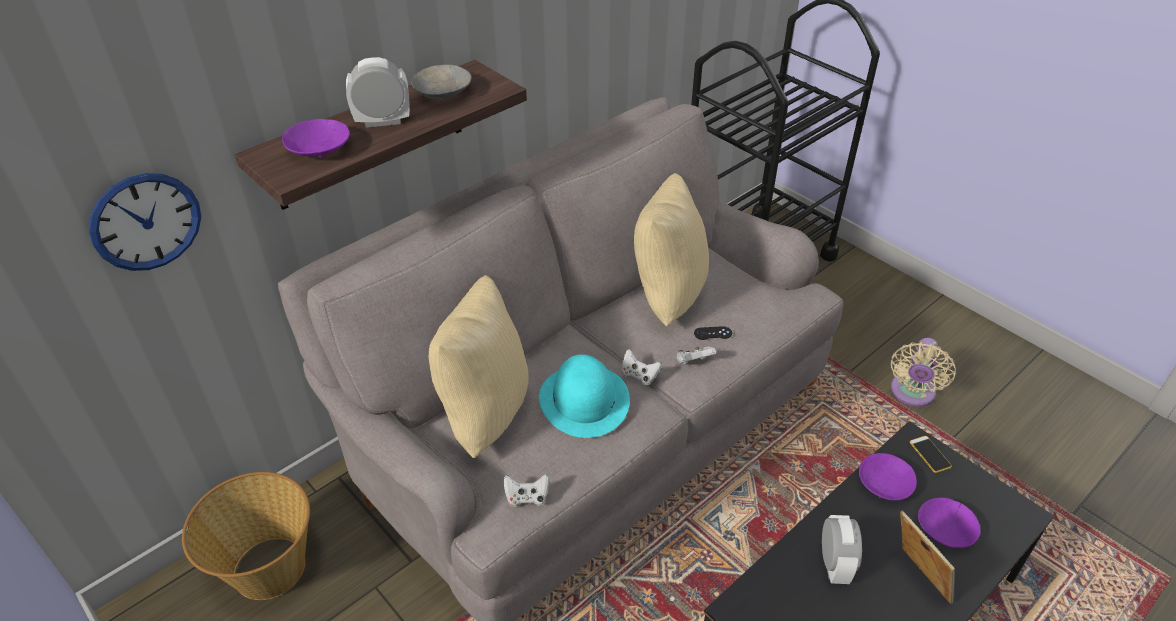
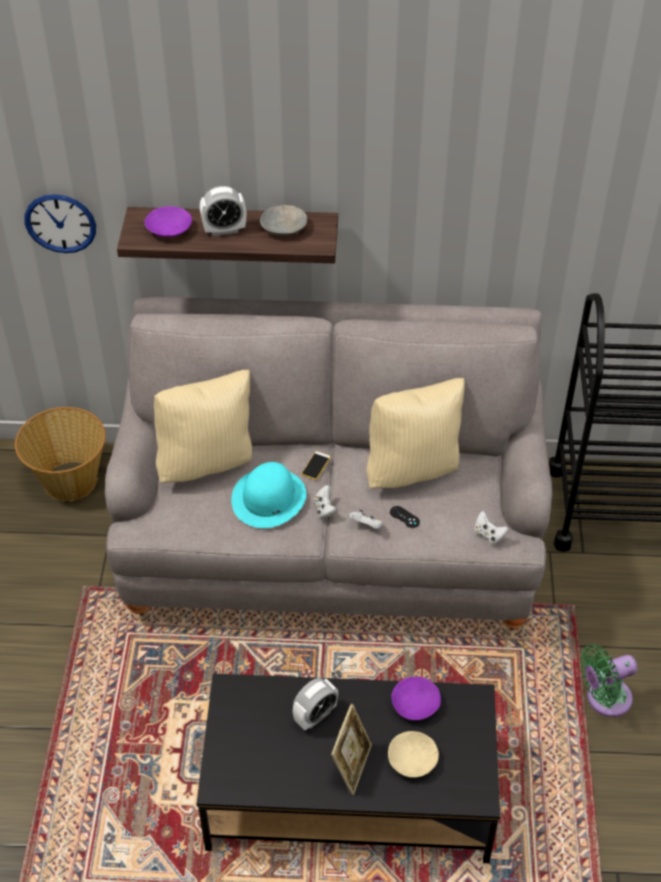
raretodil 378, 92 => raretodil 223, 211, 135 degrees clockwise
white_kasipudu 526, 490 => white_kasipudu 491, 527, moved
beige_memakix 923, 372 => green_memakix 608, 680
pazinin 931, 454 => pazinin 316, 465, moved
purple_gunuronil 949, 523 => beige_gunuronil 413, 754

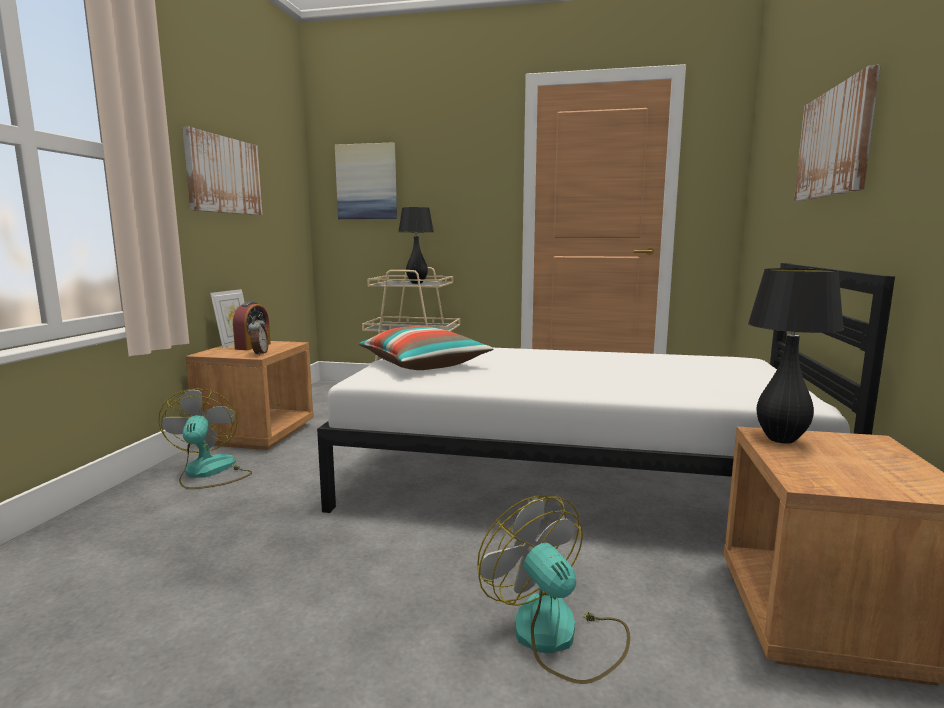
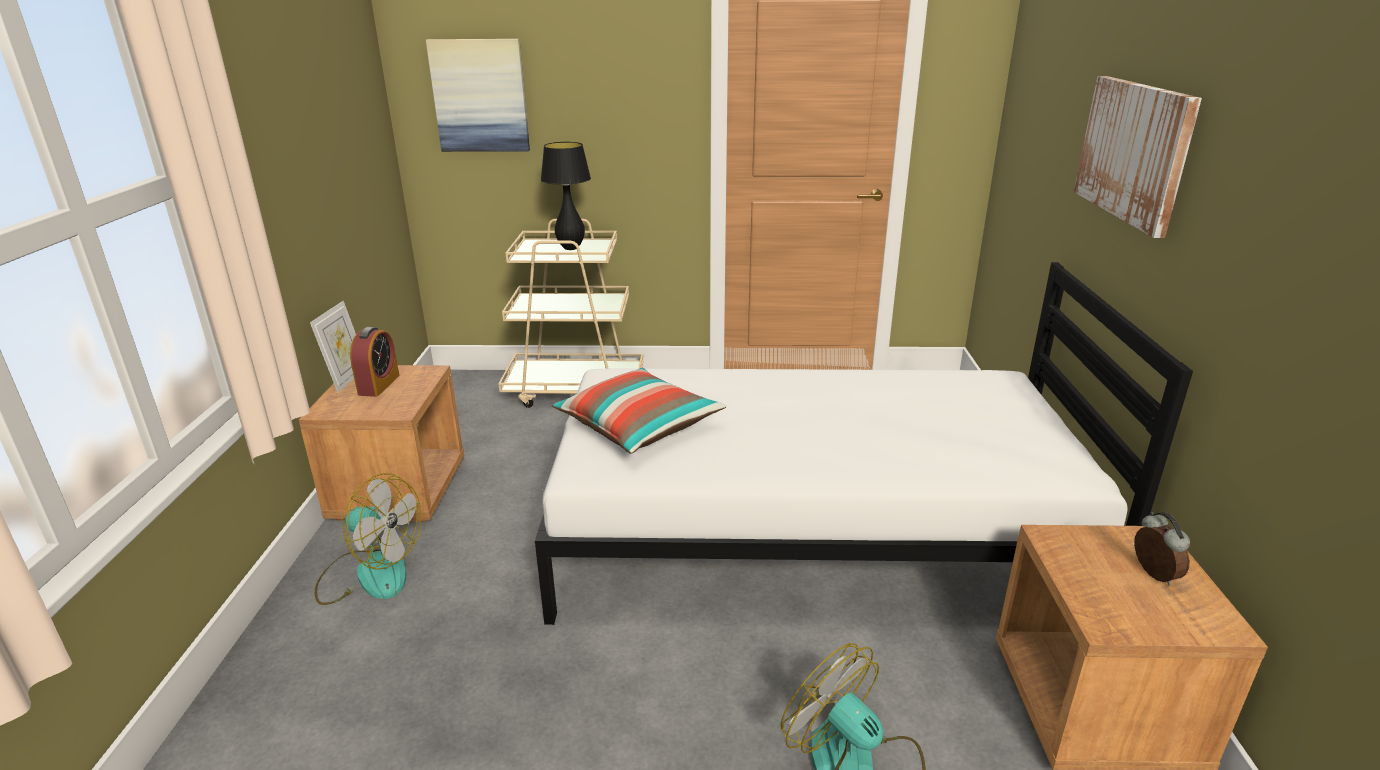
memakix 205, 438 => memakix 368, 539, 135 degrees clockwise
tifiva 222, 170 => nothing
raretodil 258, 336 => raretodil 1162, 549, moved
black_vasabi 796, 356 => nothing

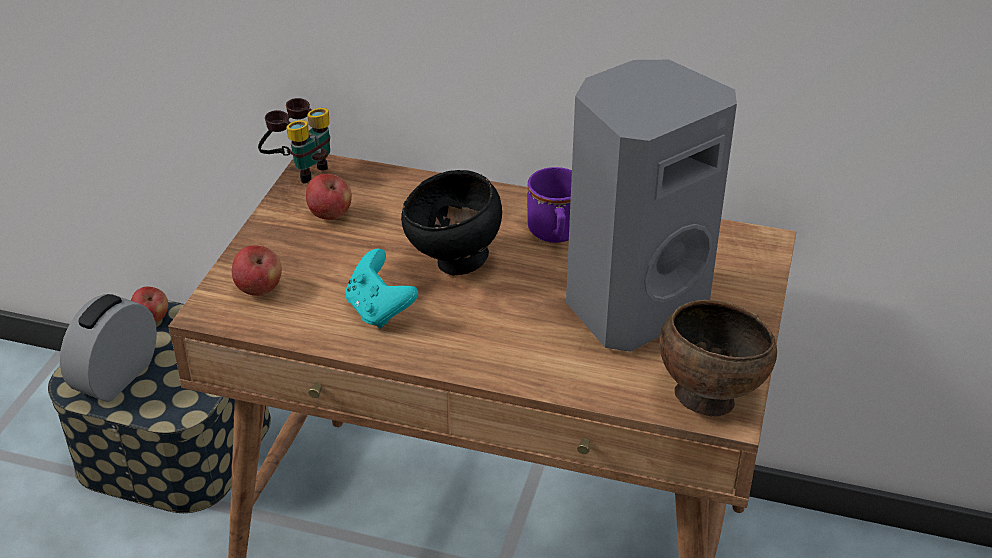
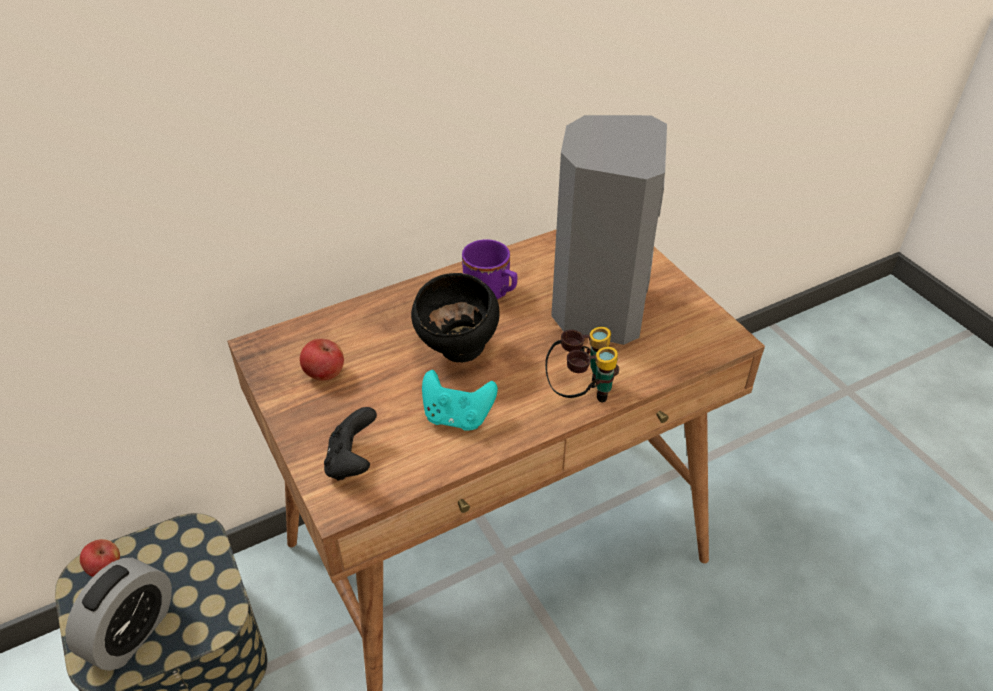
raretodil 108, 348 => raretodil 118, 614, 135 degrees counterclockwise
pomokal 257, 270 => black_kasipudu 350, 444
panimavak 294, 141 => panimavak 582, 365, moved
brown_gunuronil 718, 358 => nothing

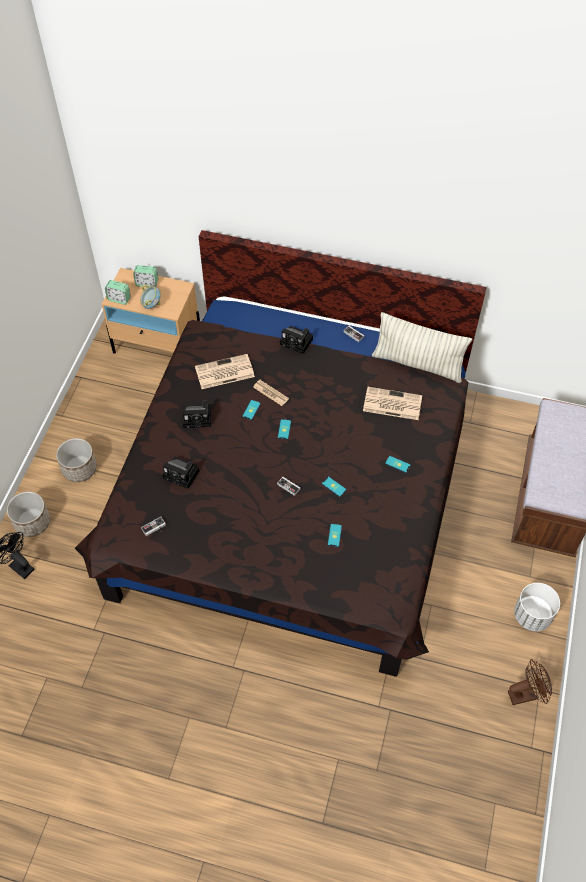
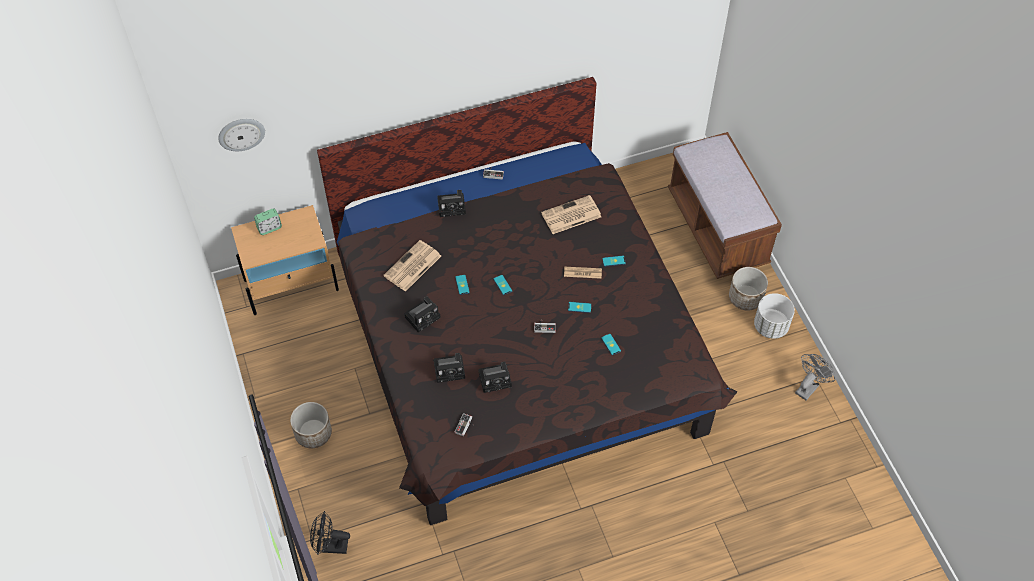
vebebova 28, 514 => vebebova 748, 289, moved
raretodil 118, 292 => nothing
gunuronil 150, 296 => nothing
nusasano 271, 393 => nusasano 583, 273, moved
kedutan 422, 347 => nothing
brown_memakix 530, 682 => grey_memakix 815, 377
nothing => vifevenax 241, 135
nothing => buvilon 495, 377

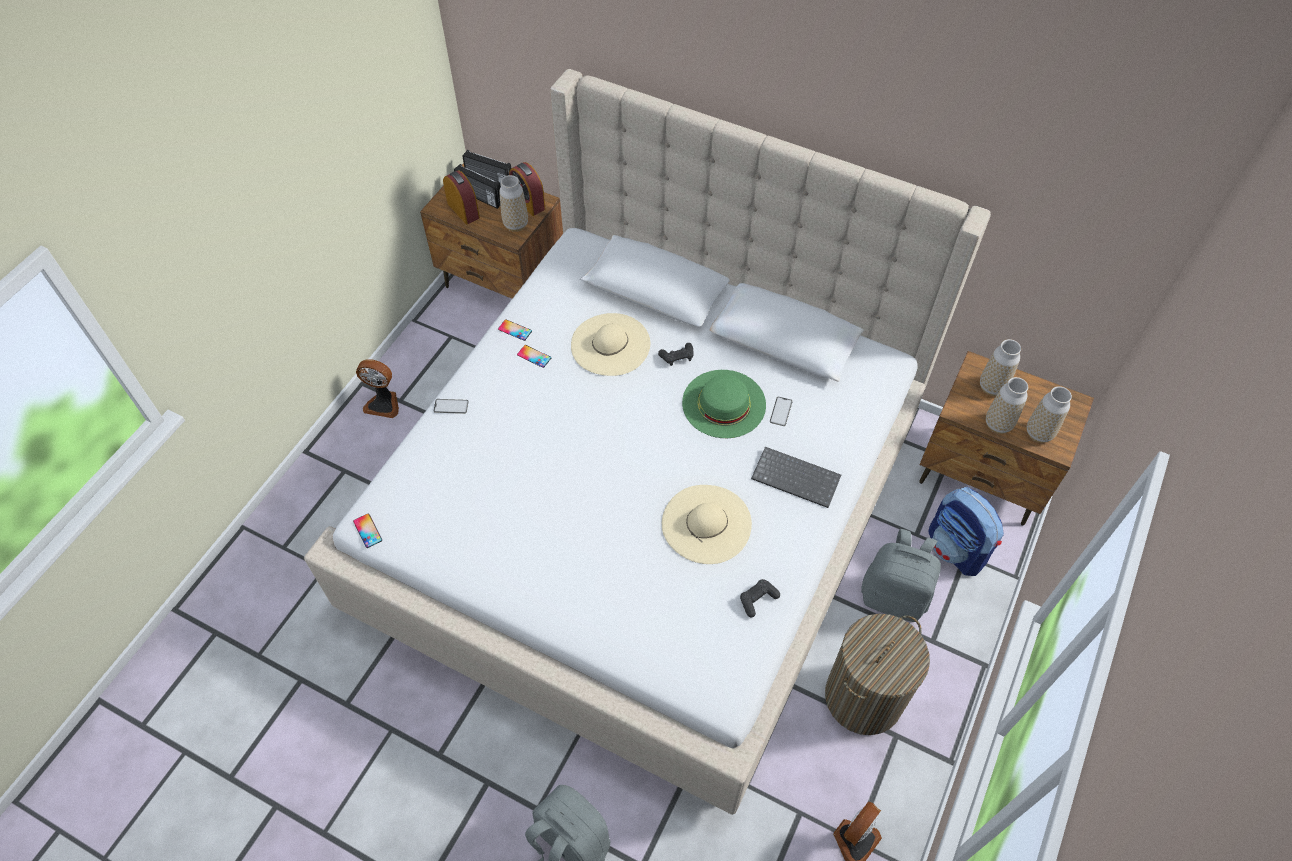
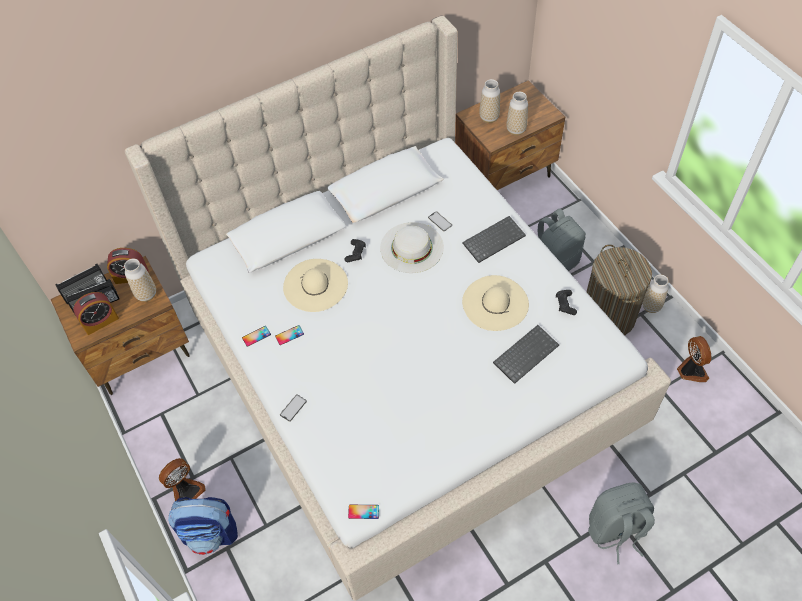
raretodil 461, 198 => raretodil 96, 313, 150 degrees clockwise
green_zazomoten 724, 404 => white_zazomoten 412, 247
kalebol 966, 531 => kalebol 203, 526, moved
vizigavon 1049, 414 => vizigavon 655, 294, moved
nothing => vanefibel 526, 354

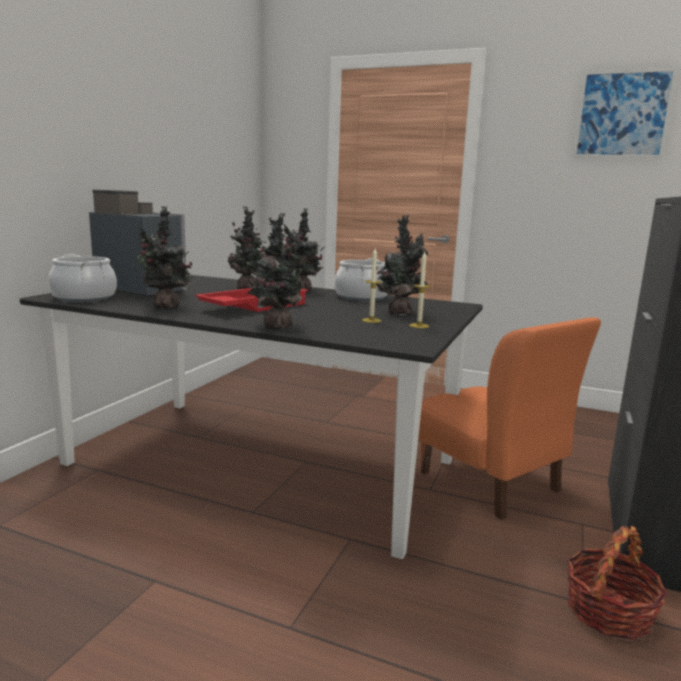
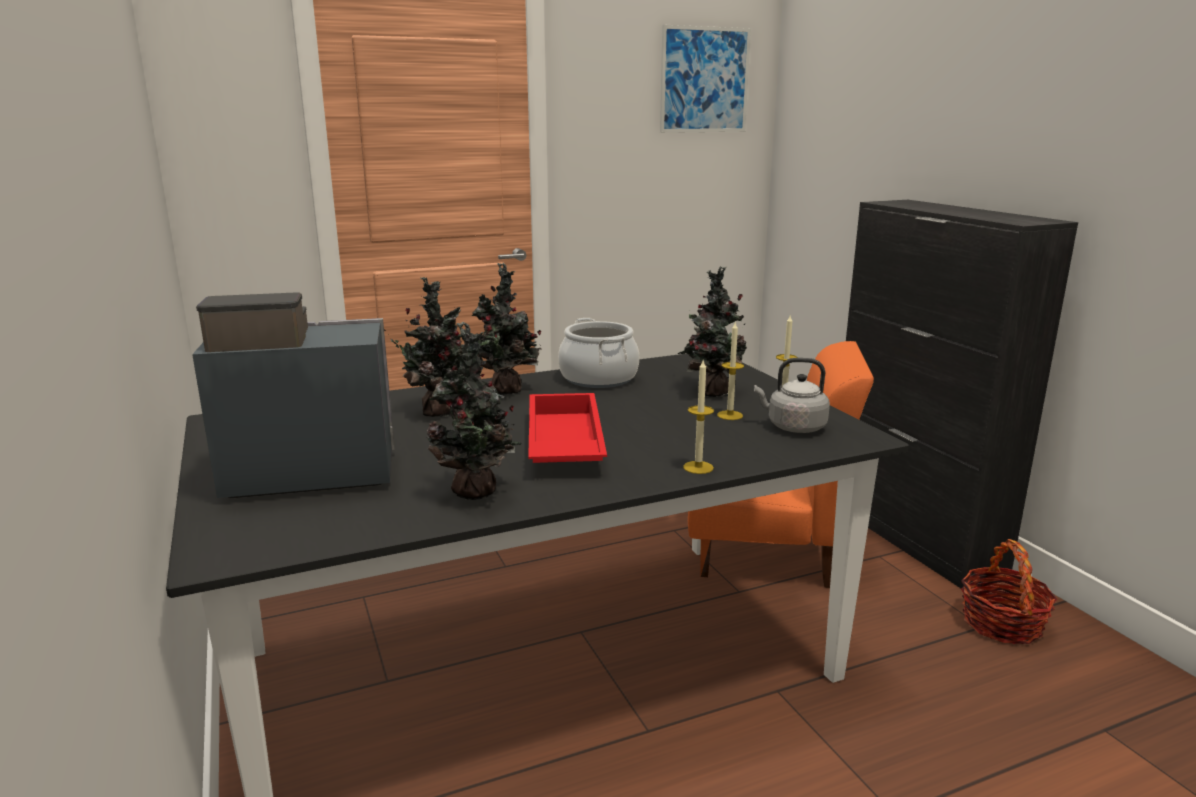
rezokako 82, 278 => nothing
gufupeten 278, 271 => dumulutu 698, 417
nothing => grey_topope 792, 395

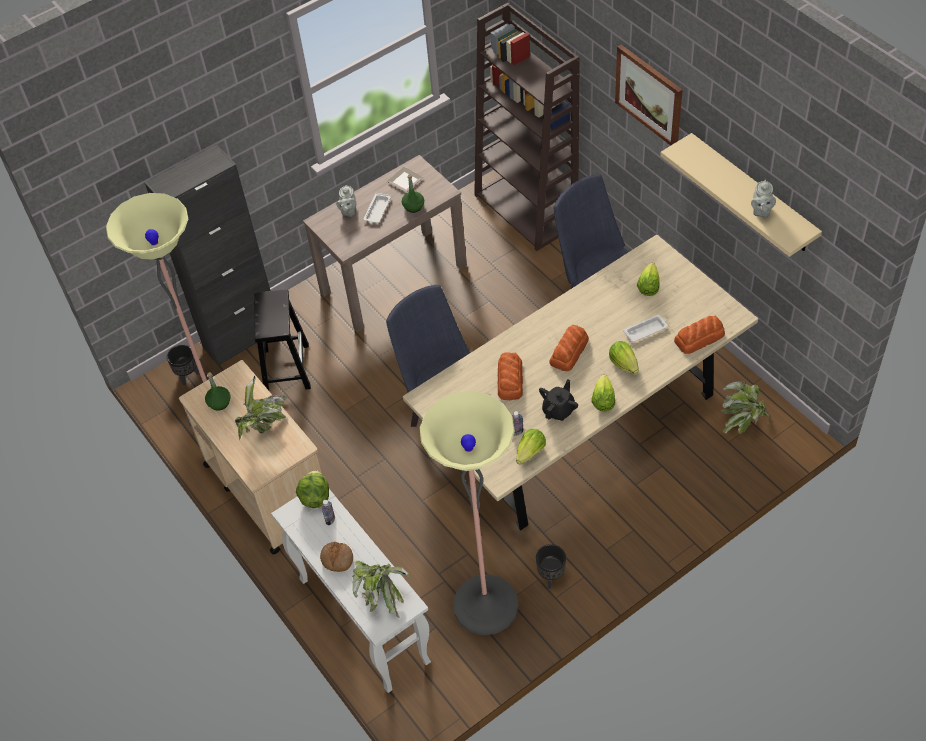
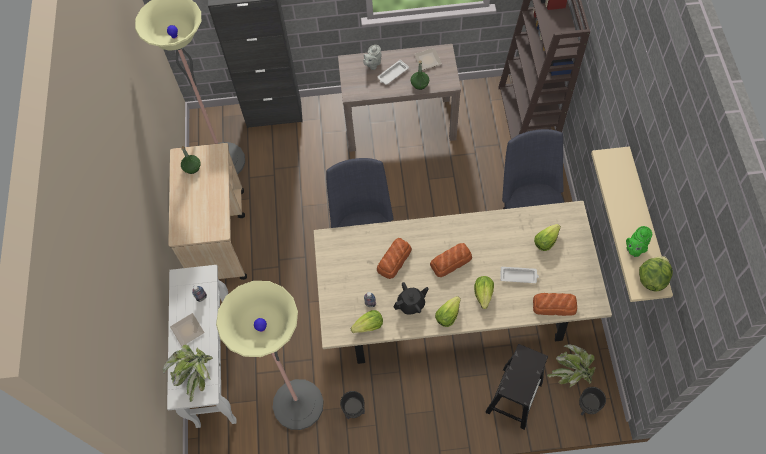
black_vebebova 183, 365 => black_vebebova 592, 401, moved
gufupeten 261, 408 => nothing
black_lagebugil 282, 339 => black_lagebugil 516, 387, moved
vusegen 312, 489 => vusegen 656, 274, moved
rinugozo 336, 557 => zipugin 187, 330
tifiva 649, 95 => nothing
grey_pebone 763, 199 => green_pebone 639, 241

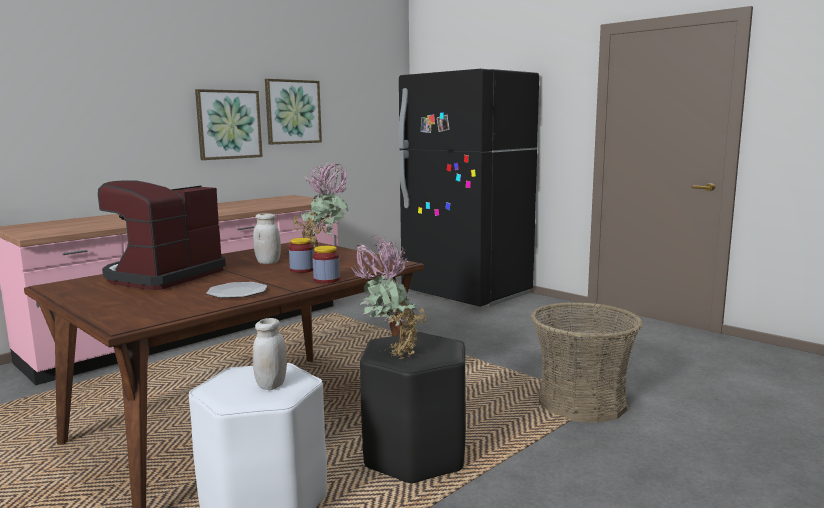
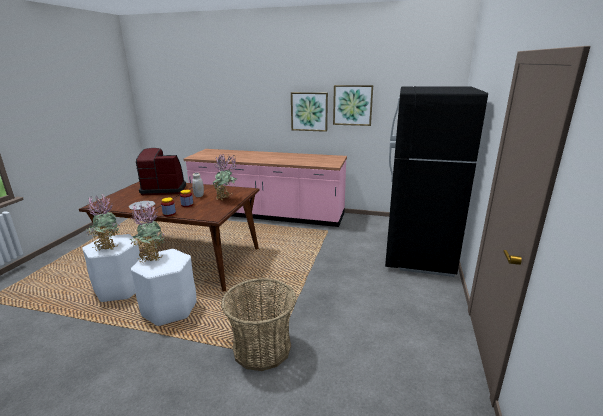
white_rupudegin 270, 354 => gufupeten 103, 223
black_lagebugil 413, 407 => white_lagebugil 164, 287

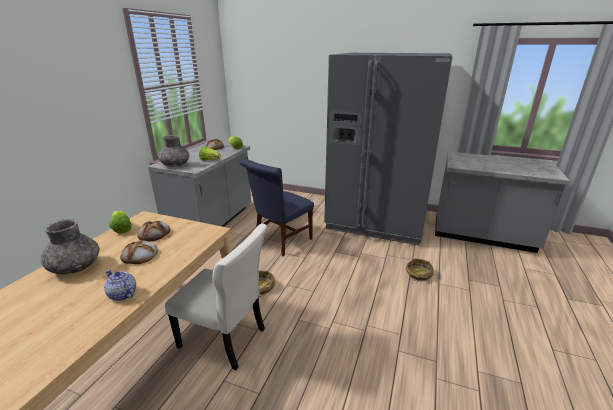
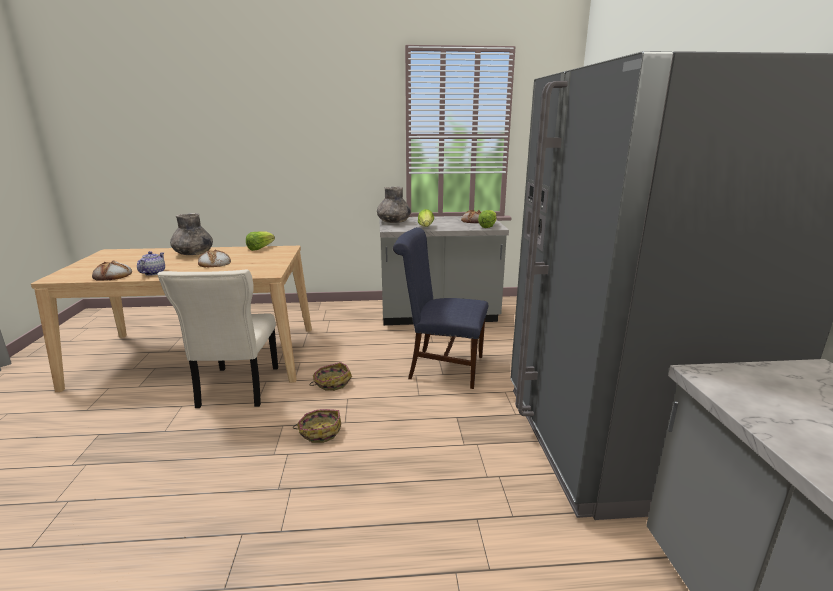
rinugozo 153, 231 => rinugozo 112, 271, moved
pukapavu 420, 269 => pukapavu 317, 426, moved

